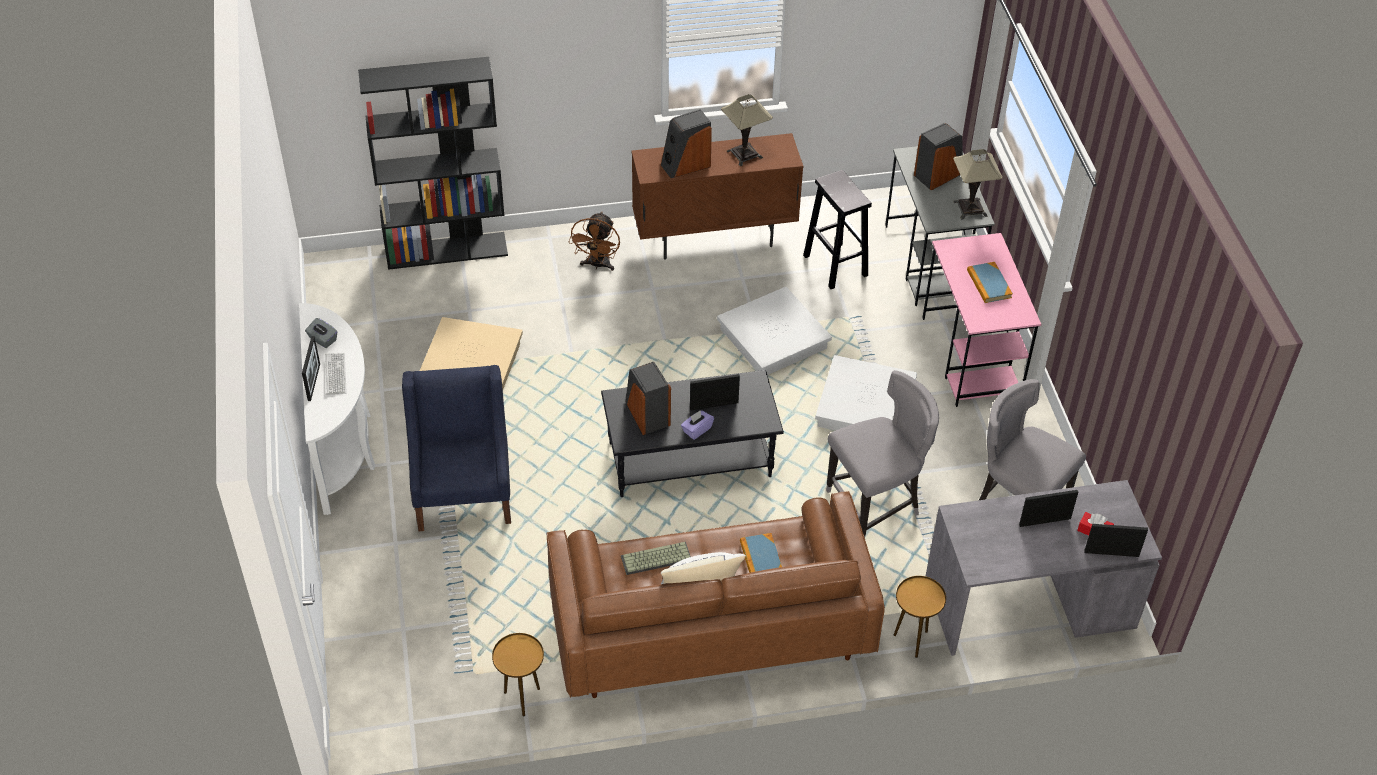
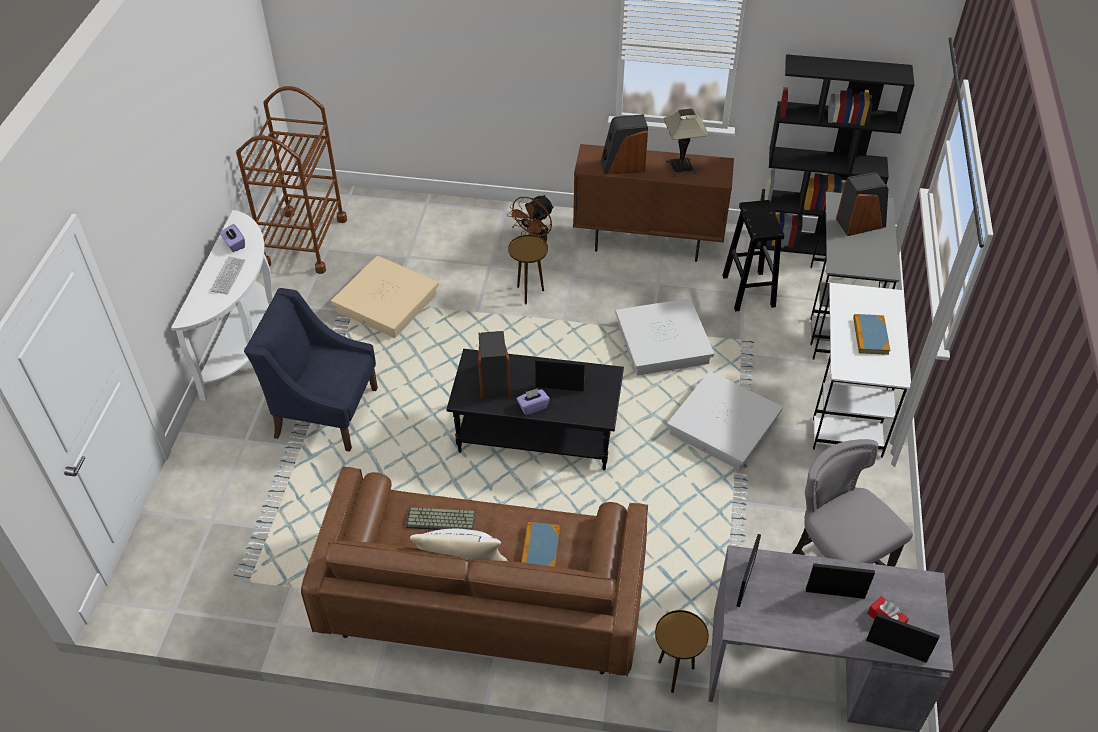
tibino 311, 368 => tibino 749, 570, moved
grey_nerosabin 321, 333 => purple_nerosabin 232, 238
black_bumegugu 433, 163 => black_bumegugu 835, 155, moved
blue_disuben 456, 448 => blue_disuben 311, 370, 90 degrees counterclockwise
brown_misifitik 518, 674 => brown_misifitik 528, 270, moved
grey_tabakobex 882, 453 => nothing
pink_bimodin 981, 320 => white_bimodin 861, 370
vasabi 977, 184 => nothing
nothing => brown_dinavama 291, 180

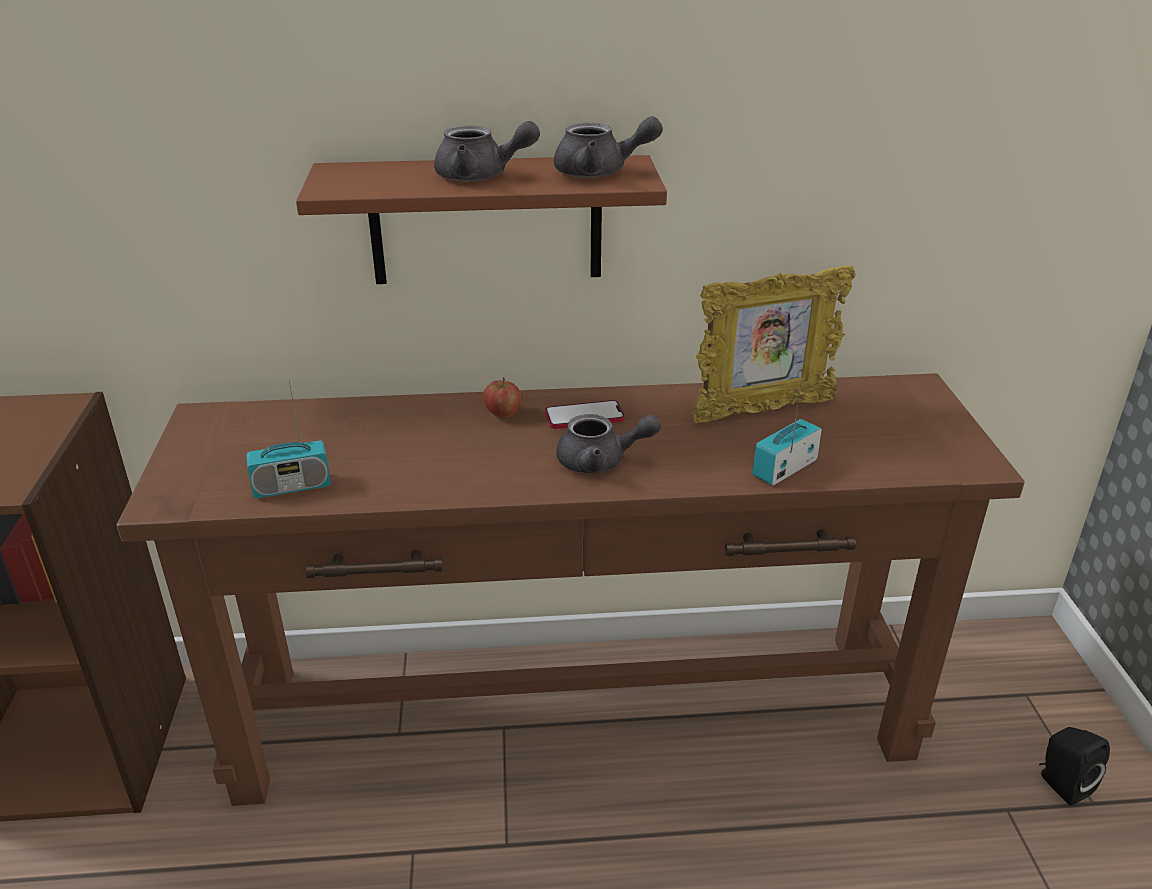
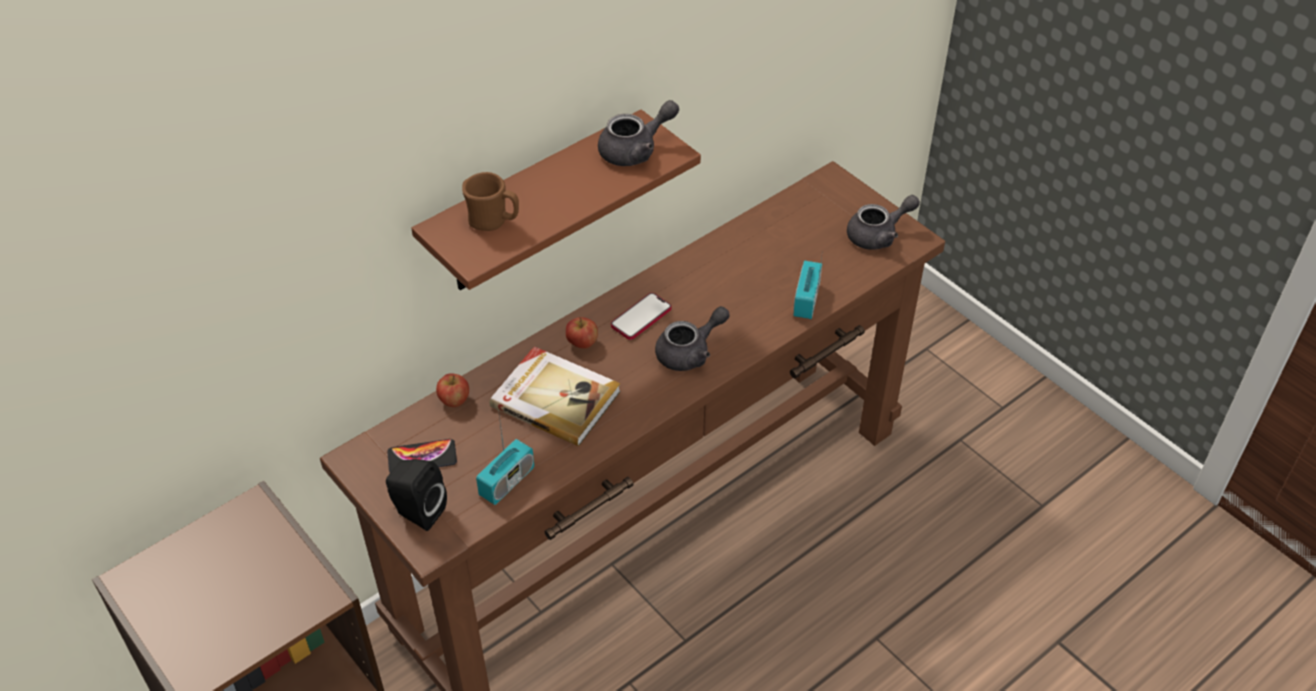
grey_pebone 487, 151 => grey_pebone 883, 222, moved
tibino 773, 344 => nothing
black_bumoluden 1074, 766 => black_bumoluden 416, 495, moved
nothing => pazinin 422, 456
nothing => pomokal 452, 390
nothing => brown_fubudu 490, 201
nothing => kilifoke 555, 396

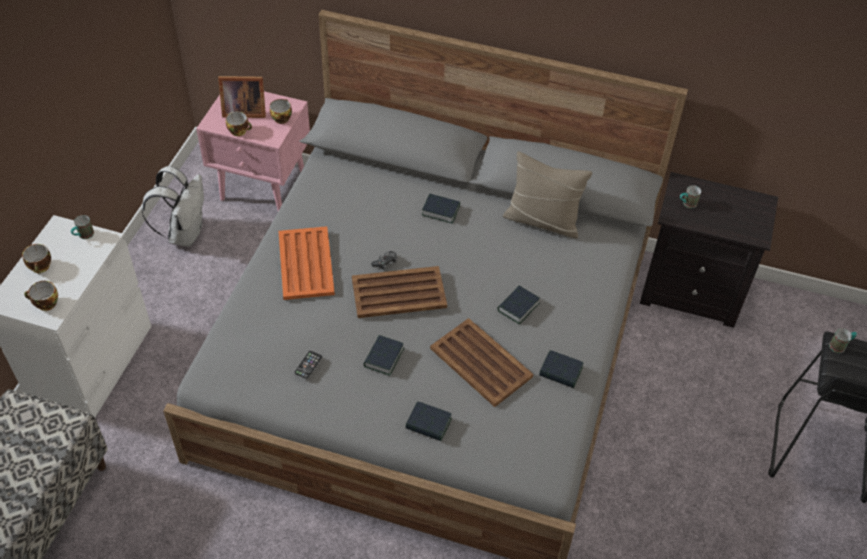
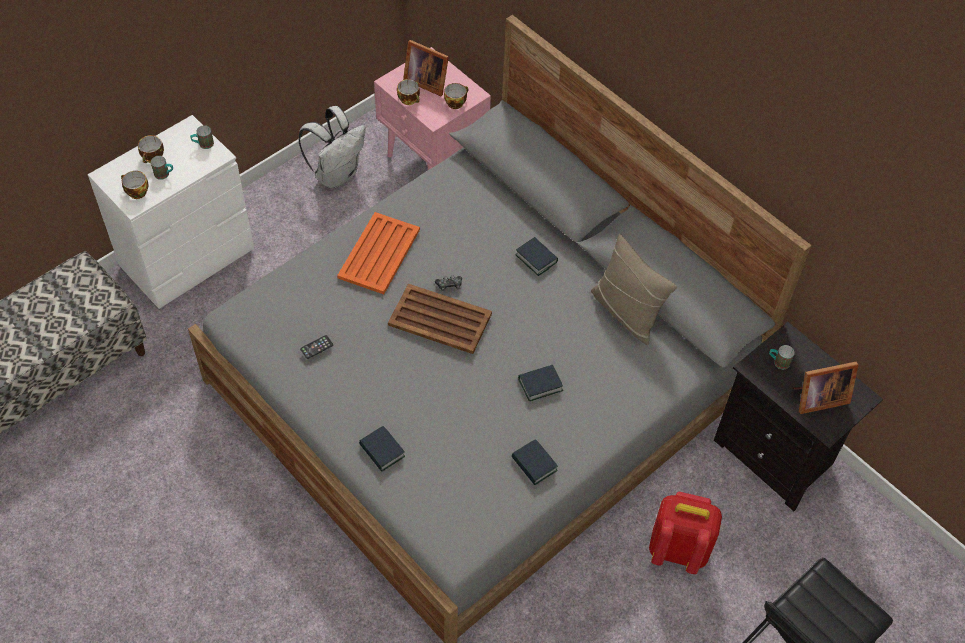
kilifoke 384, 355 => nothing
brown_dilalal 481, 362 => nothing
fubudu 843, 340 => fubudu 162, 168, moved
nothing => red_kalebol 685, 533
nothing => tibino 826, 388

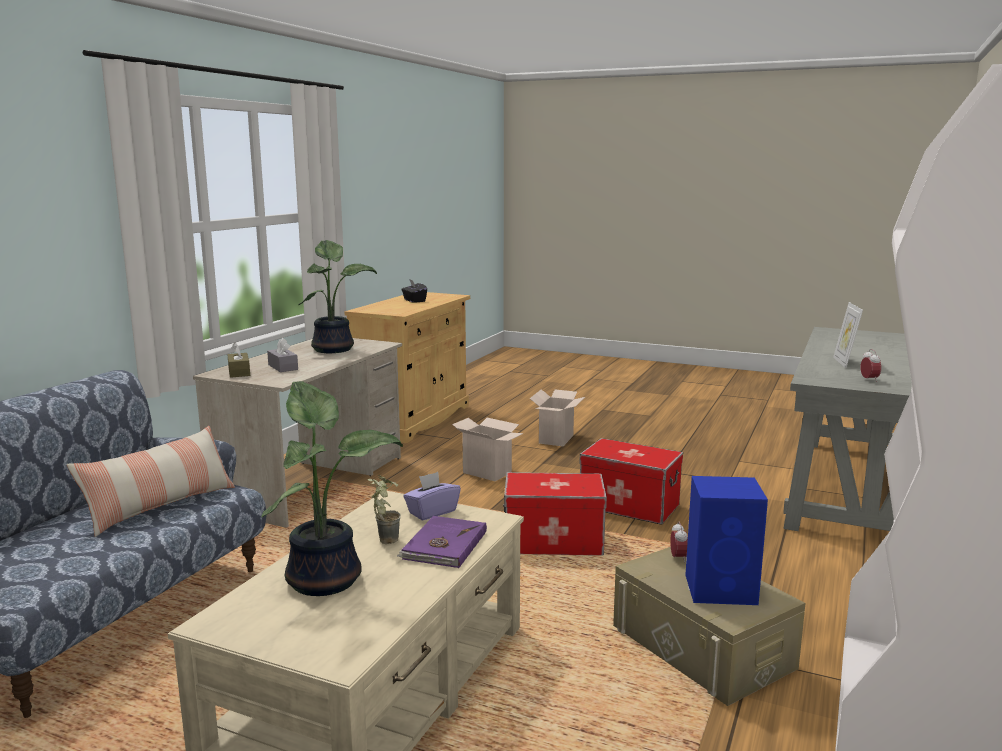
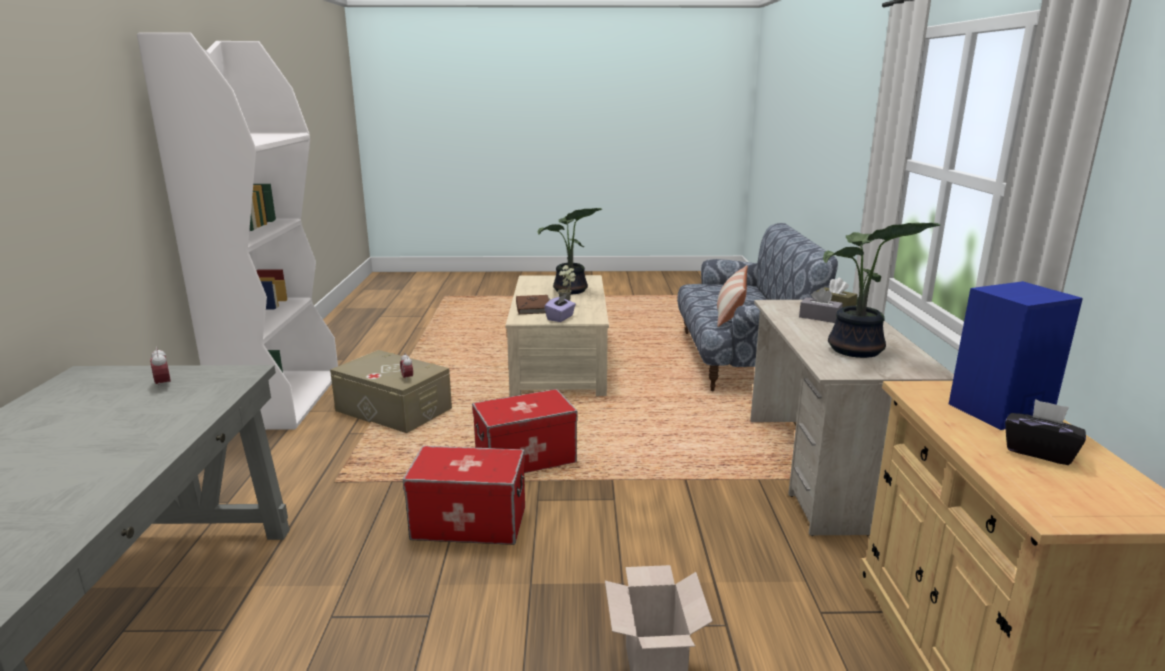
purple_kilifoke 442, 542 => brown_kilifoke 533, 305
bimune 488, 449 => nothing
blue_bumoluden 726, 540 => blue_bumoluden 1016, 355, moved
tibino 848, 335 => nothing

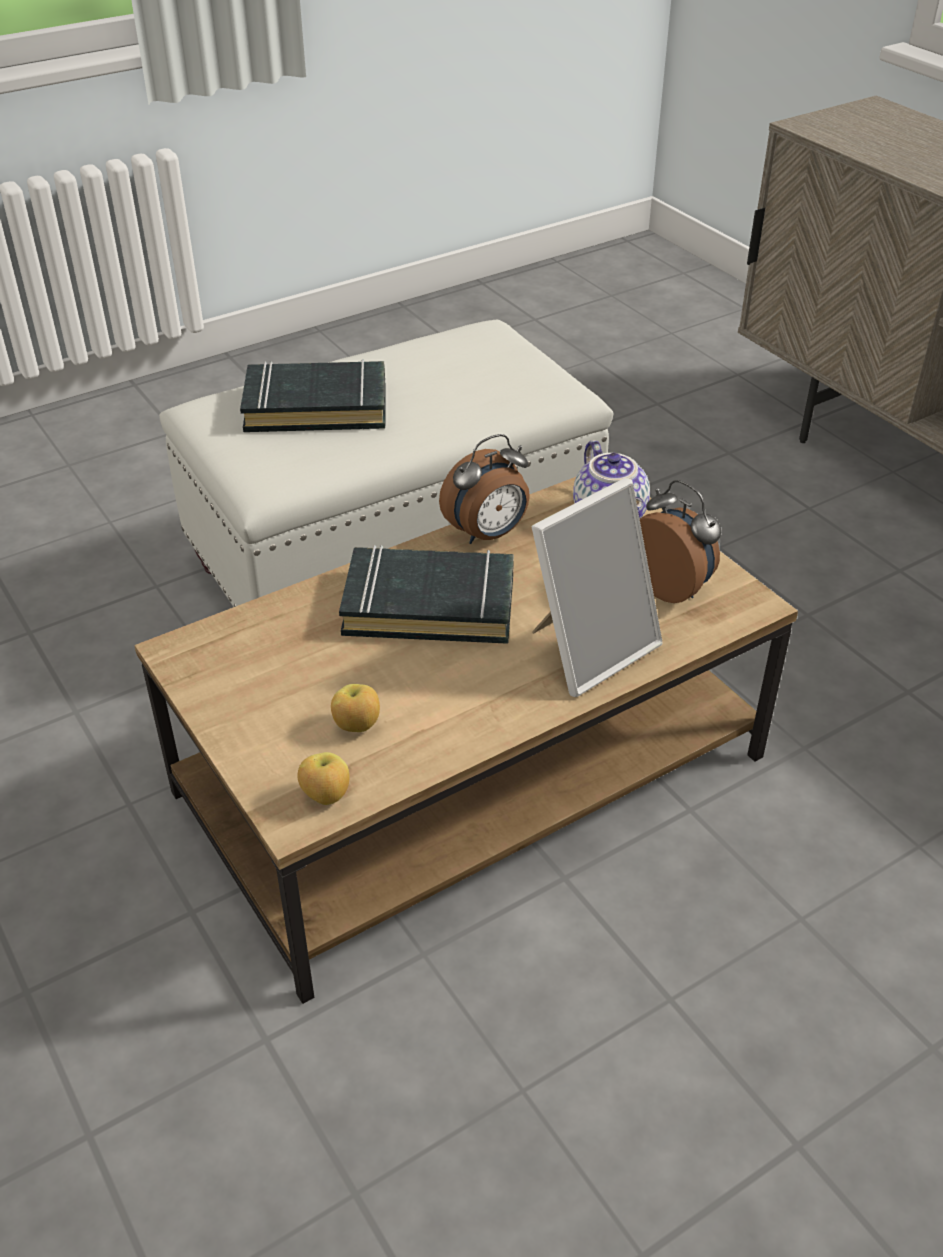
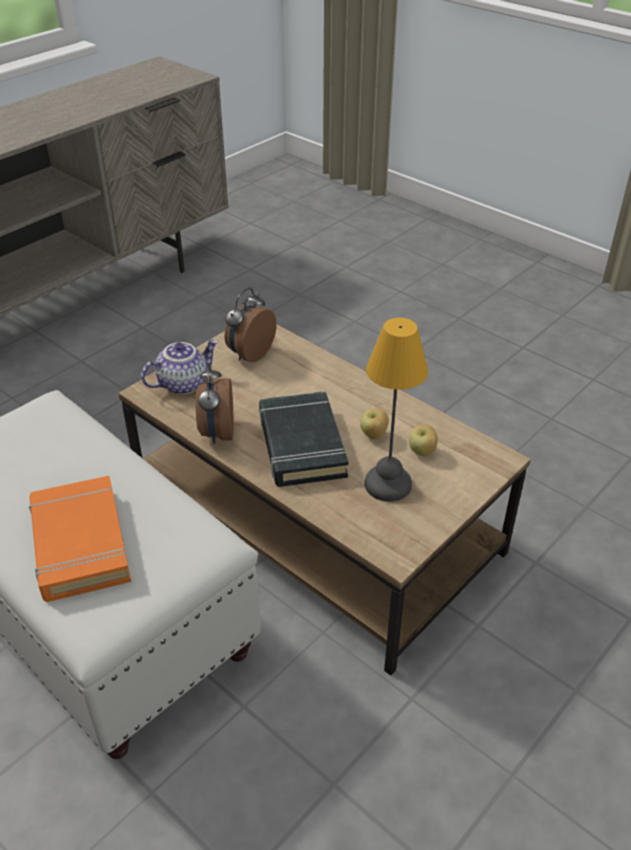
black_kilifoke 312, 395 => orange_kilifoke 80, 539
pomokal 323, 778 => pomokal 374, 424, moved
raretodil 484, 489 => raretodil 215, 403, 135 degrees counterclockwise
tibino 597, 587 => nothing
nothing => vasabi 396, 410

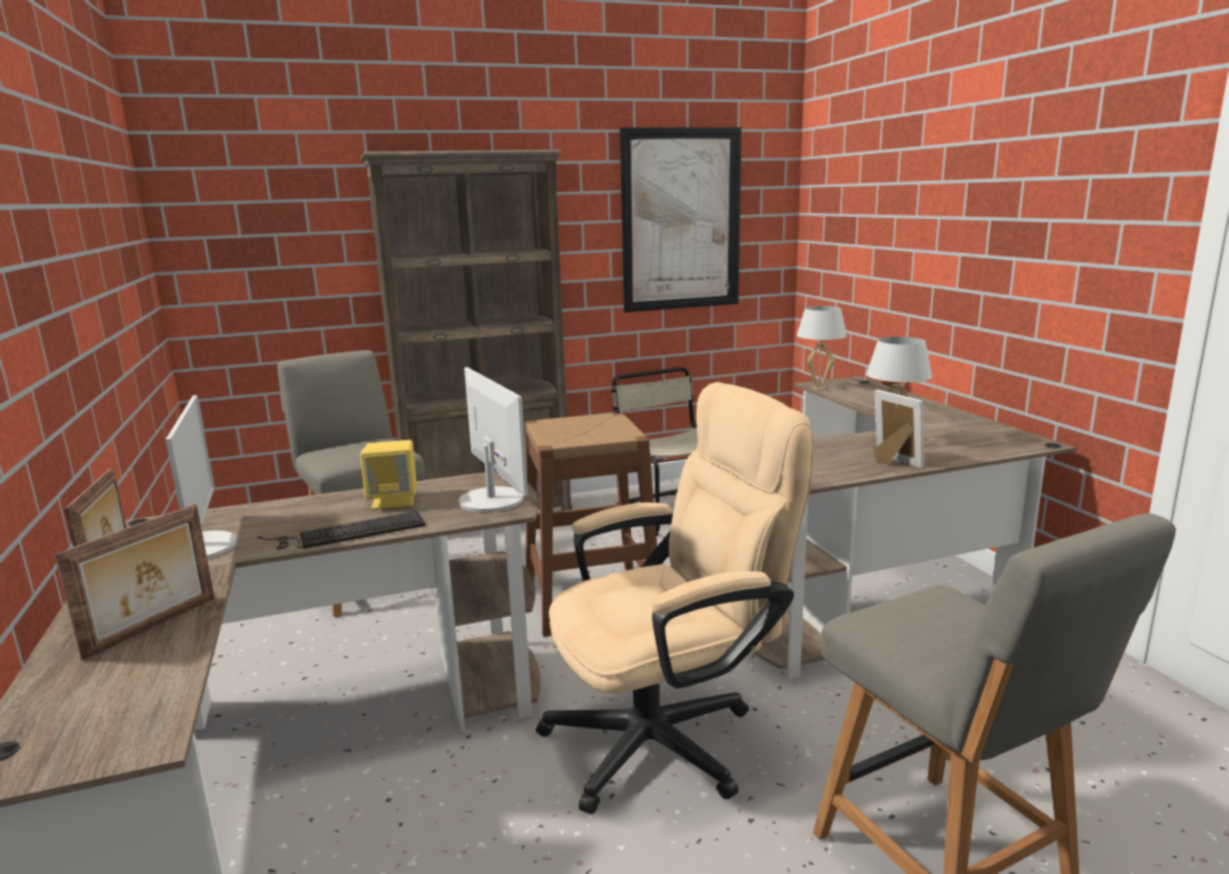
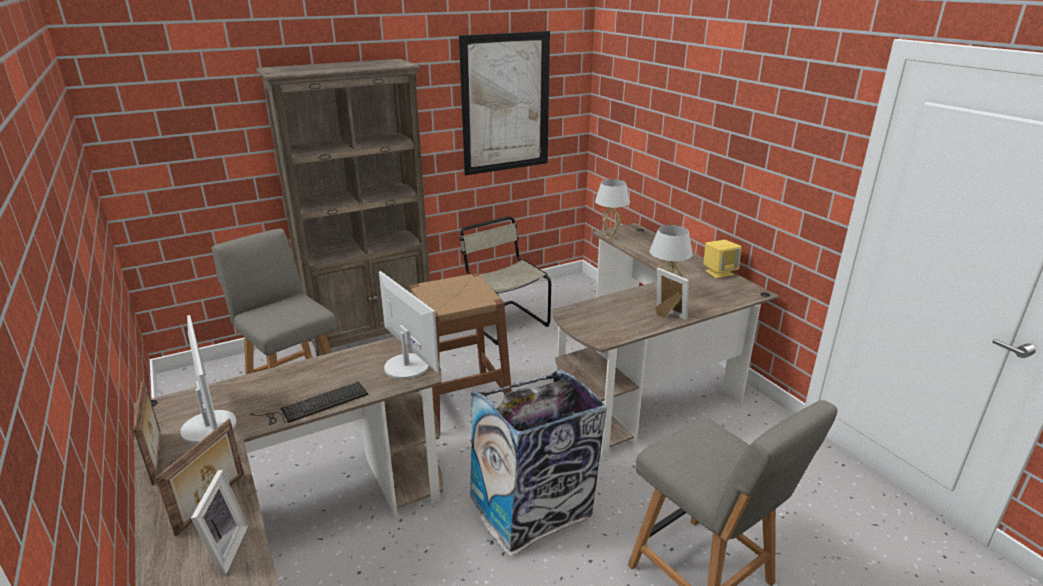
yellow_bumoluden 388, 474 => yellow_bumoluden 722, 259, moved
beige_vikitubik 675, 598 => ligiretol 538, 462
nothing => tibino 220, 523

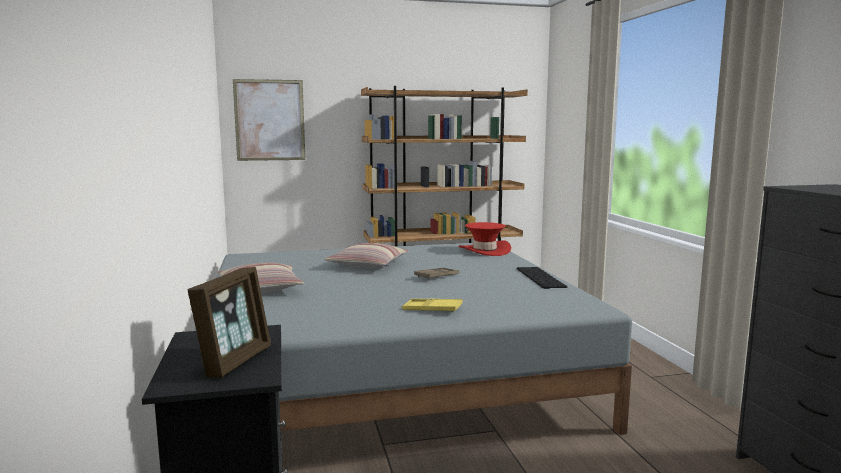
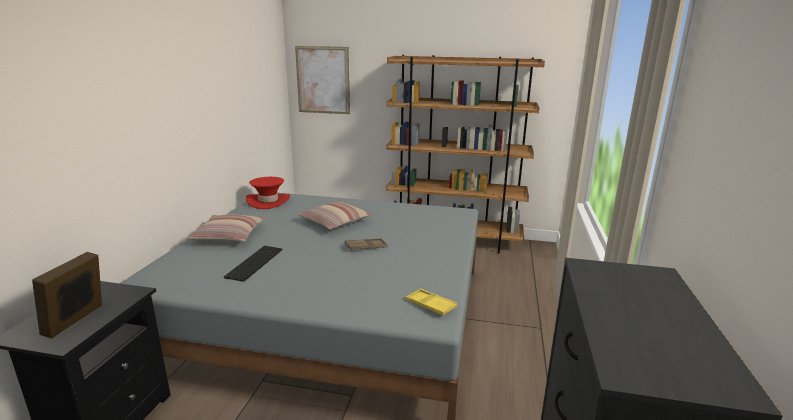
tibino 229, 322 => tibino 67, 295, 150 degrees clockwise
yellow_dilalal 432, 305 => yellow_dilalal 431, 302, moved
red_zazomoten 485, 239 => red_zazomoten 268, 193, moved
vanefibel 542, 278 => vanefibel 253, 264, moved

